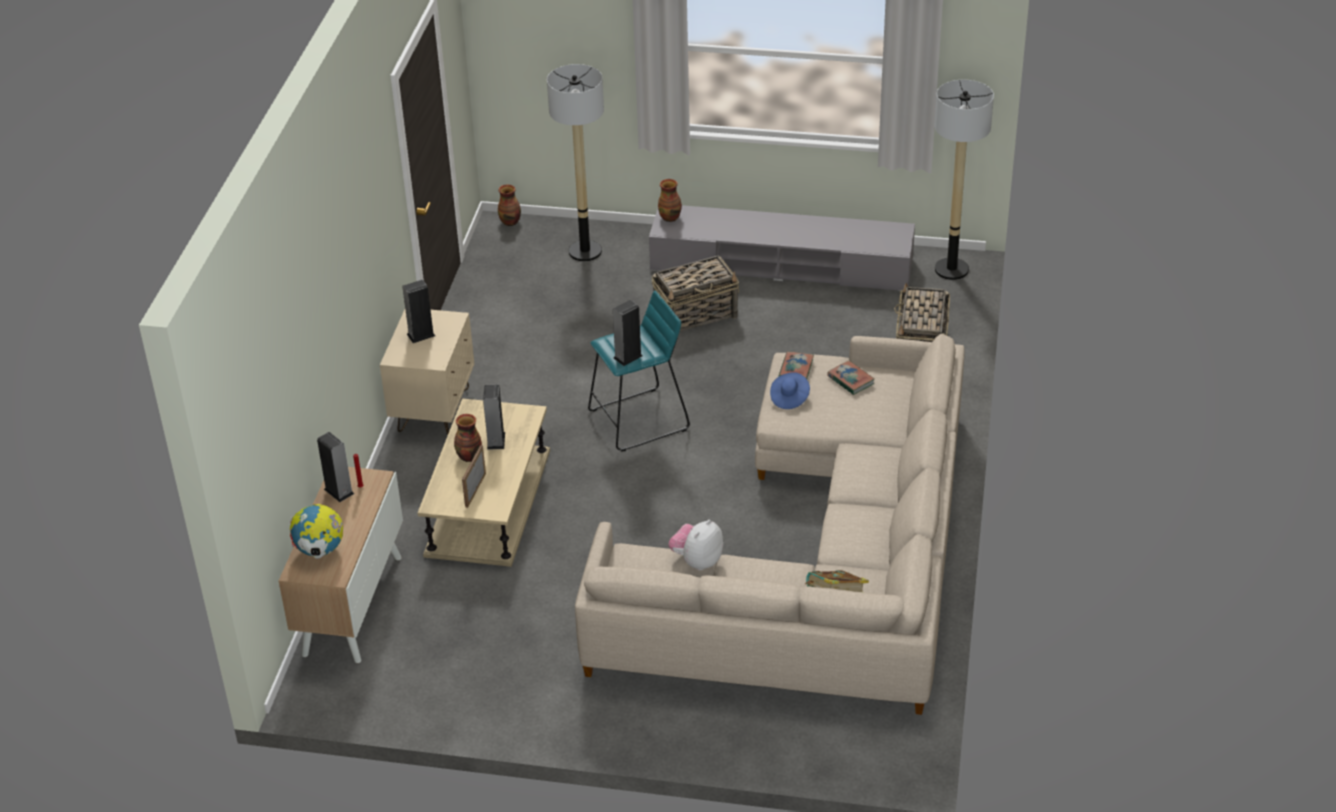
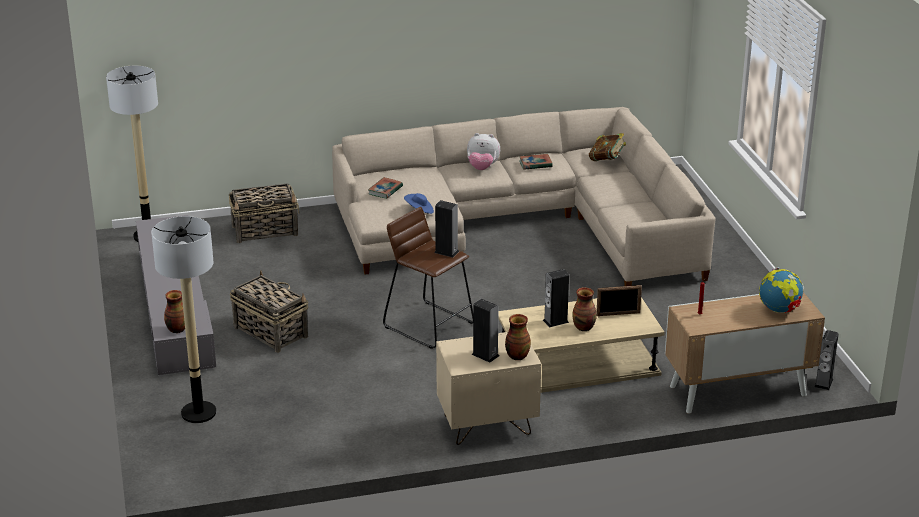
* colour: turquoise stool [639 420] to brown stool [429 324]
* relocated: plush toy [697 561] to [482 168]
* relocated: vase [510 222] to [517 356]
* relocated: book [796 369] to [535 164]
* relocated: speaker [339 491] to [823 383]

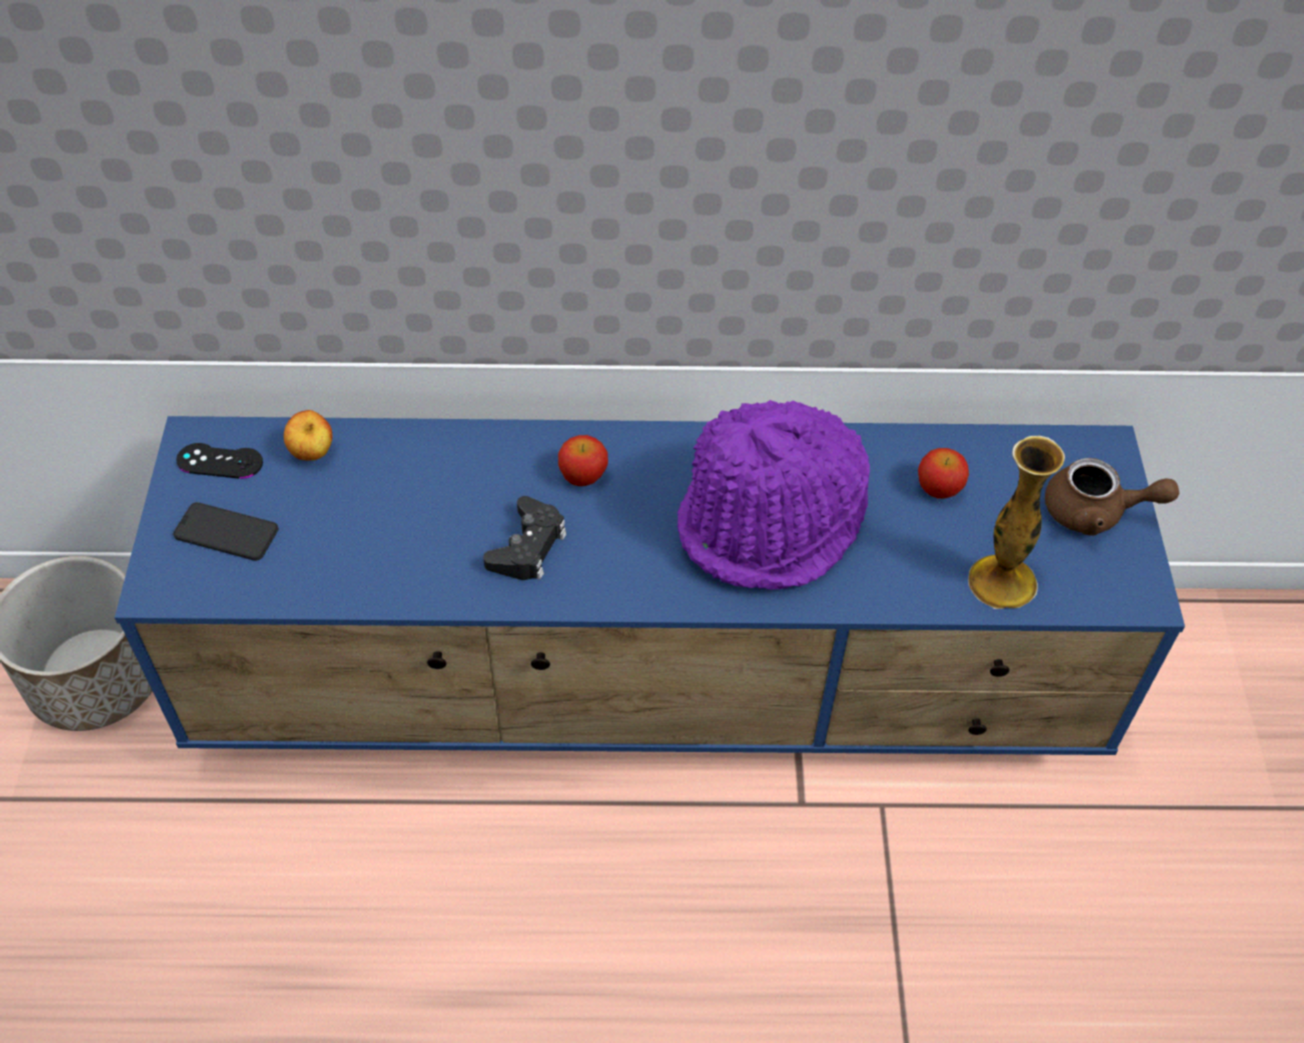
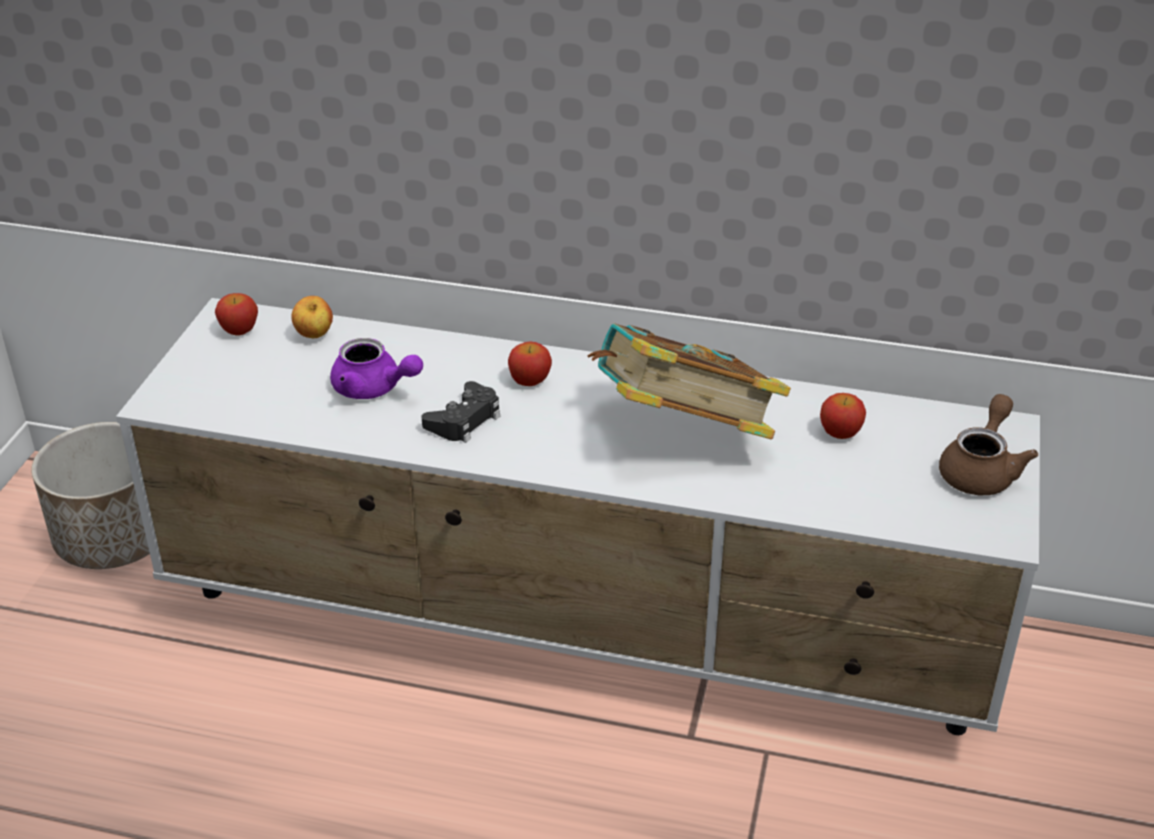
* colour: blue tv stand [653 691] to white tv stand [581 626]
* exchanged: black game controller [220 461] to apple [239 330]
* appeared: purple teapot [374 389]
* exchanged: purple hat [773 521] to book [682 434]
* spun: brown teapot [1095 513] = [981 470] 90 degrees counterclockwise
* missing: phone [226 532]
* missing: vase [1002 582]

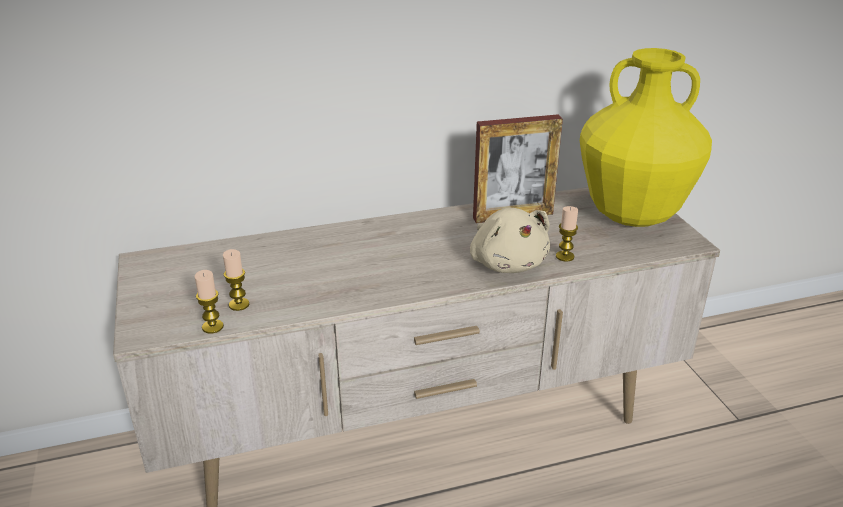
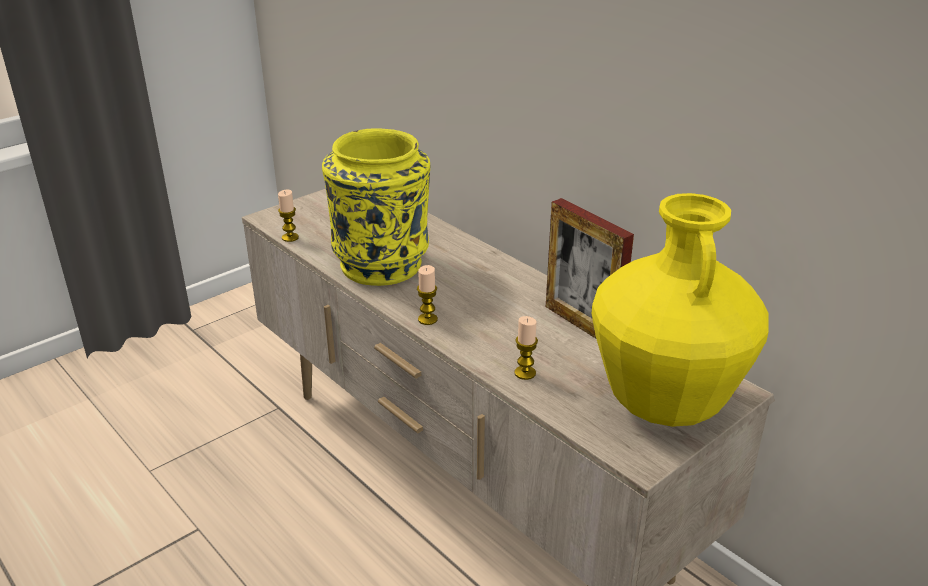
* appeared: yellow vase [381 264]
* relocated: candle [239 304] to [427 319]
* missing: beige plush toy [507 263]

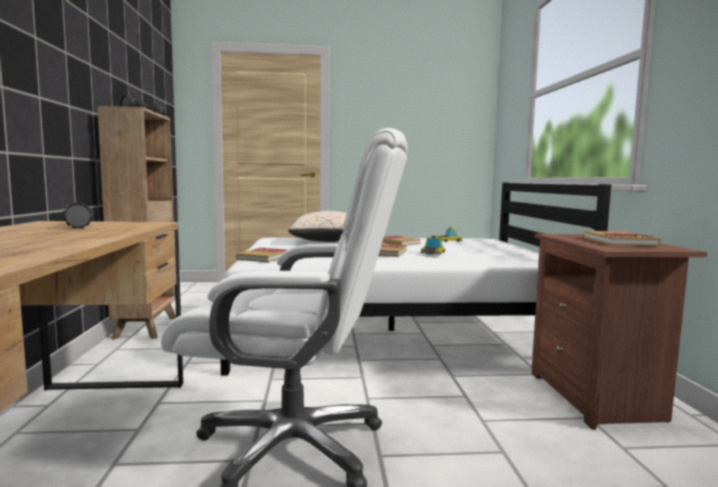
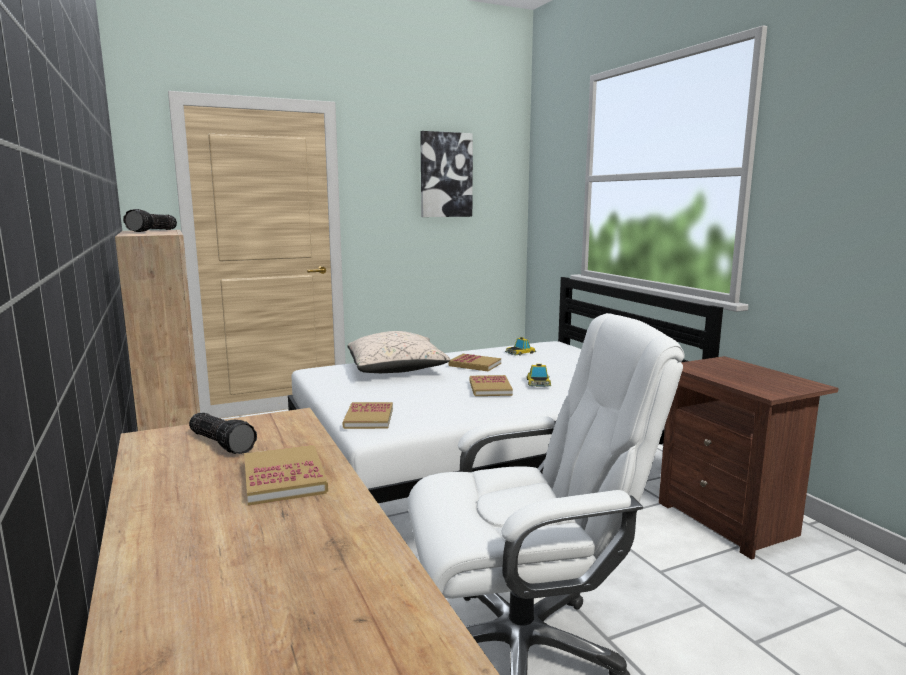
* relocated: book [619 242] to [284 478]
* appeared: picture [445 175]

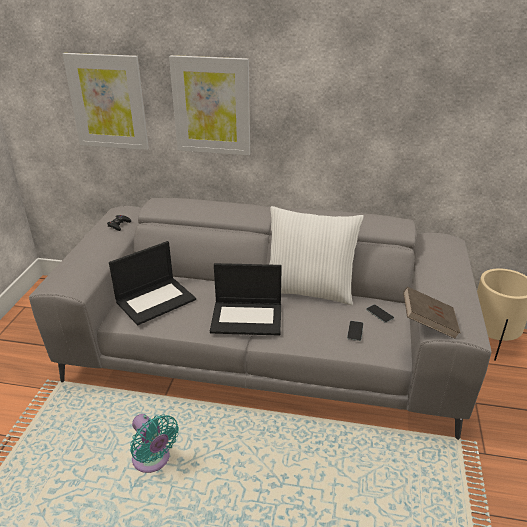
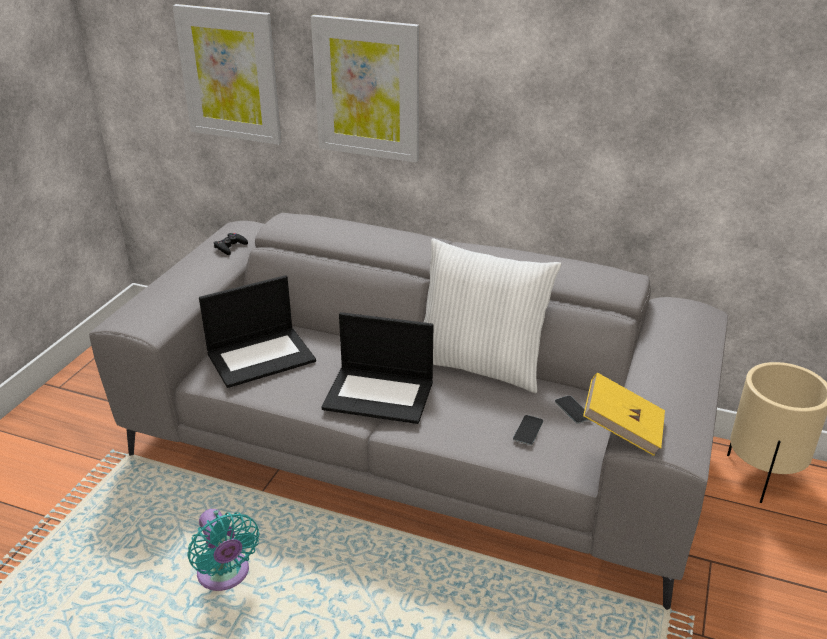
* colour: brown book [428 323] to yellow book [622 429]

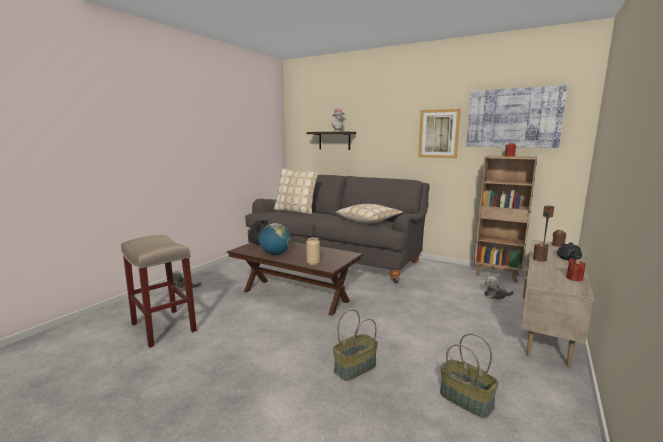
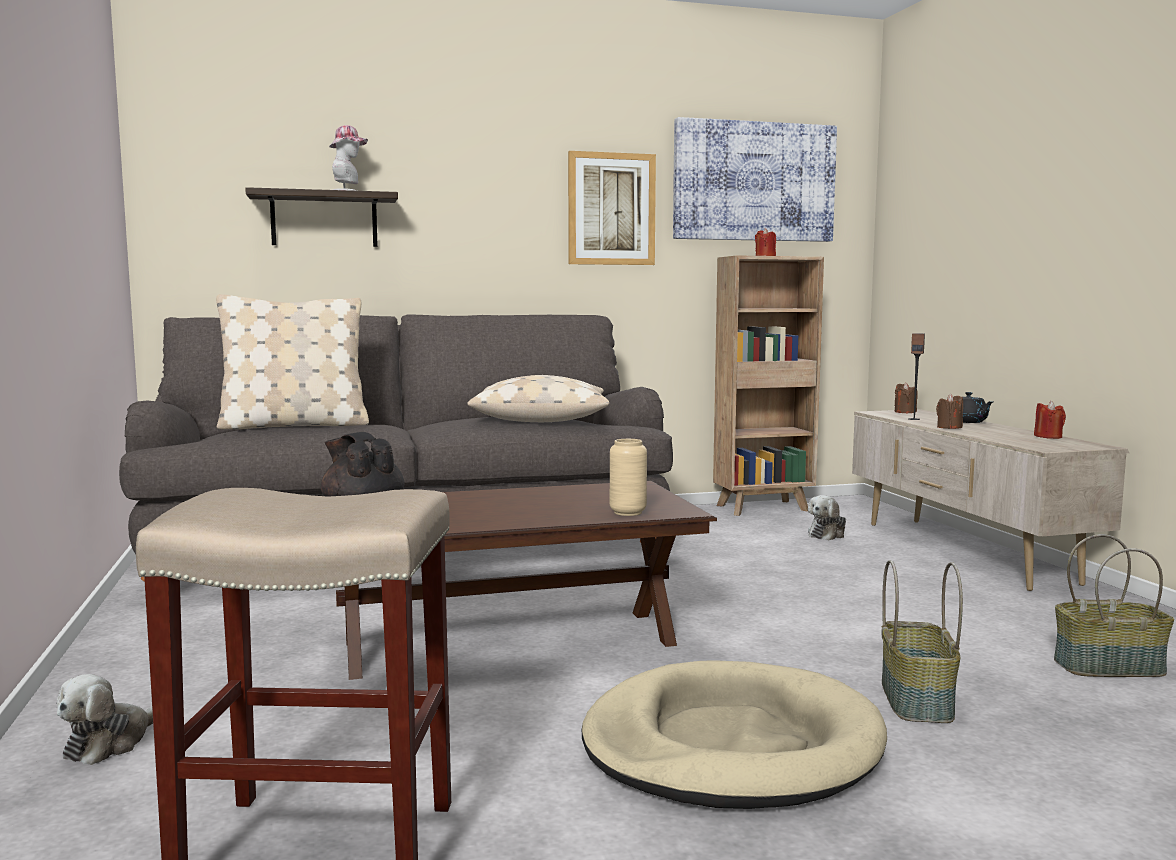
* appeared: beige dog bed [731 745]
* missing: globe [275 254]

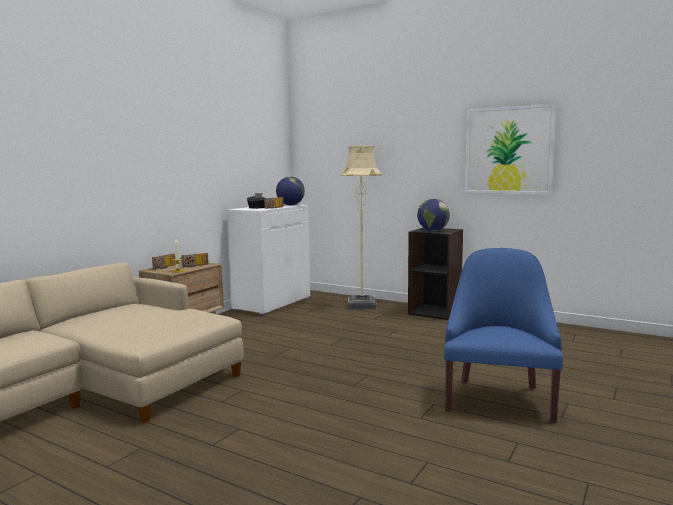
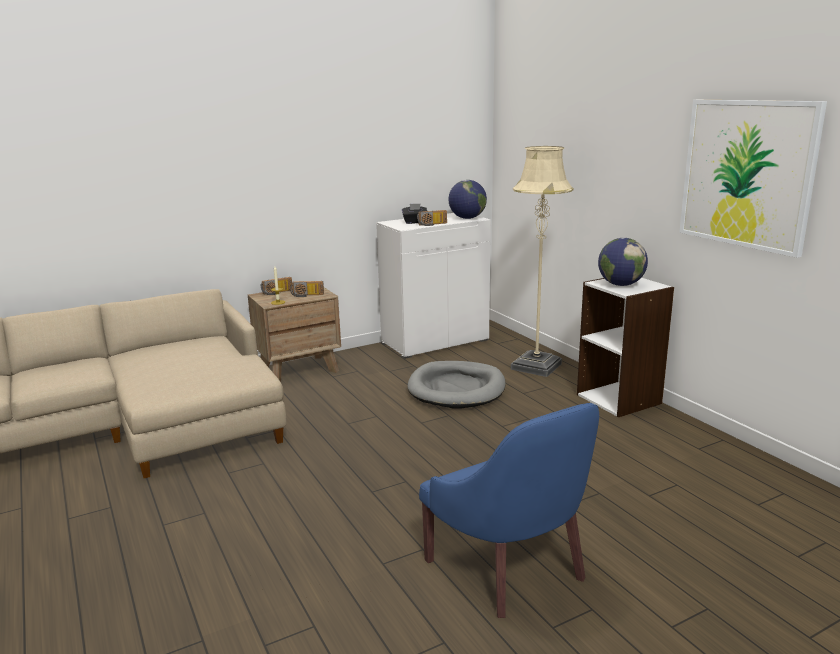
* appeared: grey dog bed [457 389]
* spun: blue armchair [498 398] = [511 568] 105 degrees clockwise
* colour: black bookcase [435 312] to white bookcase [619 399]

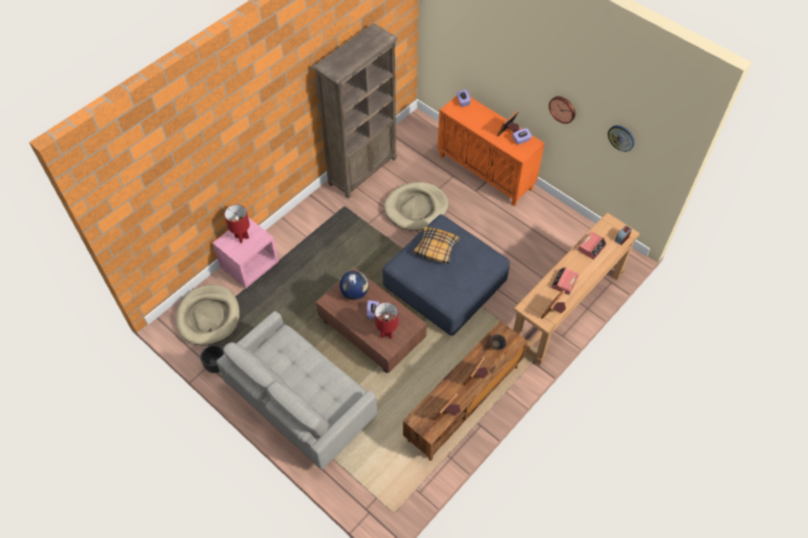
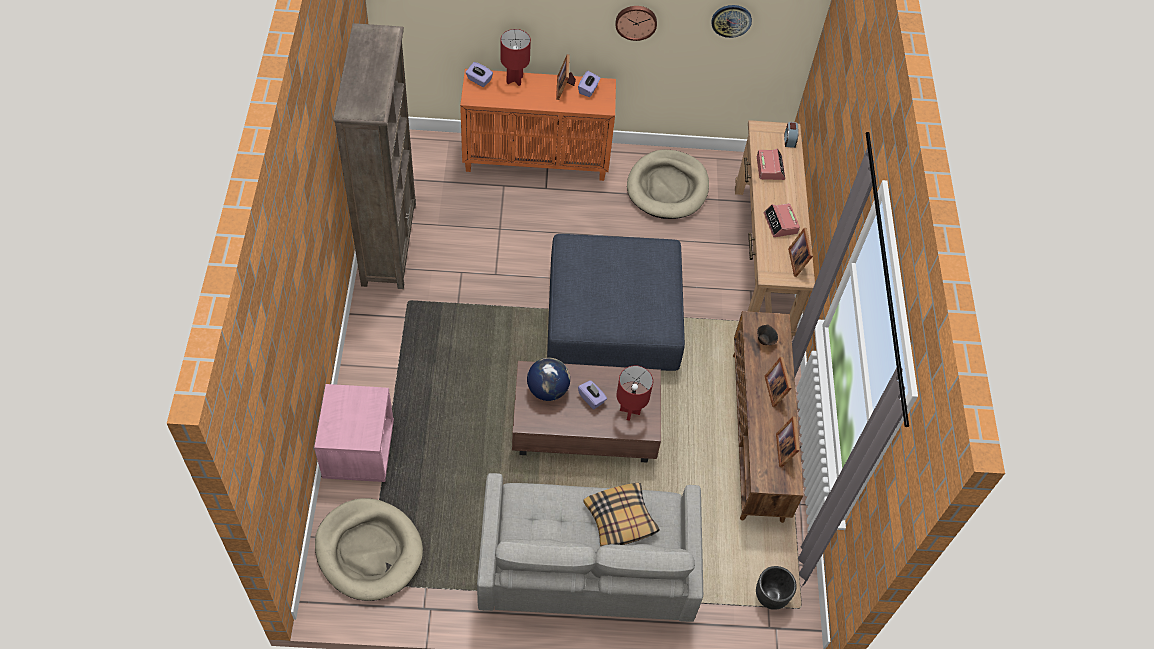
* relocated: red table lamp [241 237] to [514 80]
* relocated: pillow [436 248] to [620 520]
* relocated: beige dog bed [416 208] to [667 187]
* relocated: black planter [216 366] to [770 597]

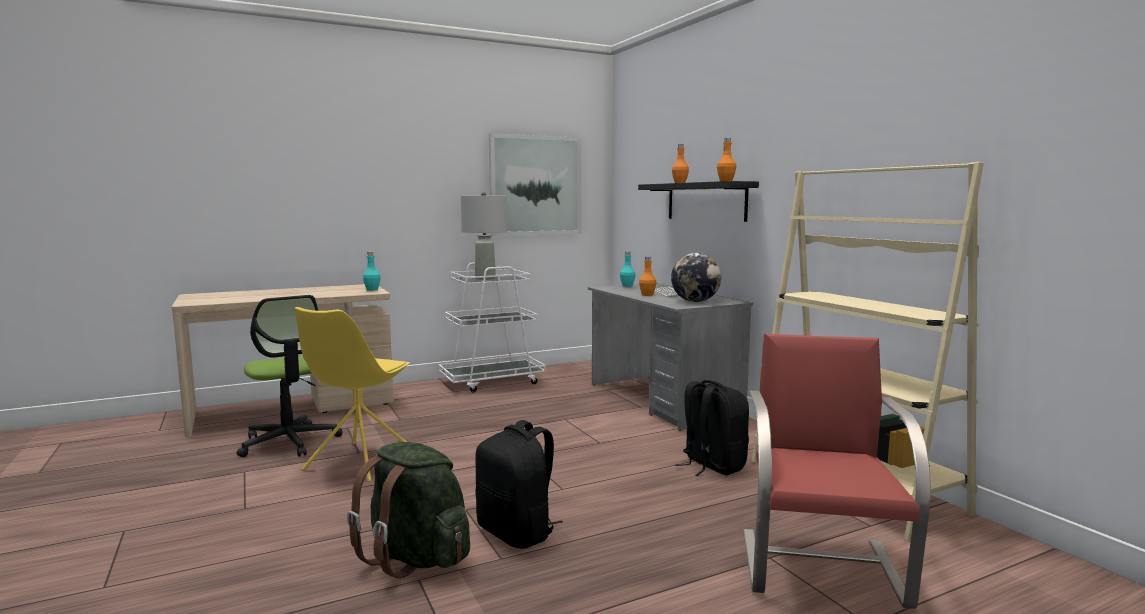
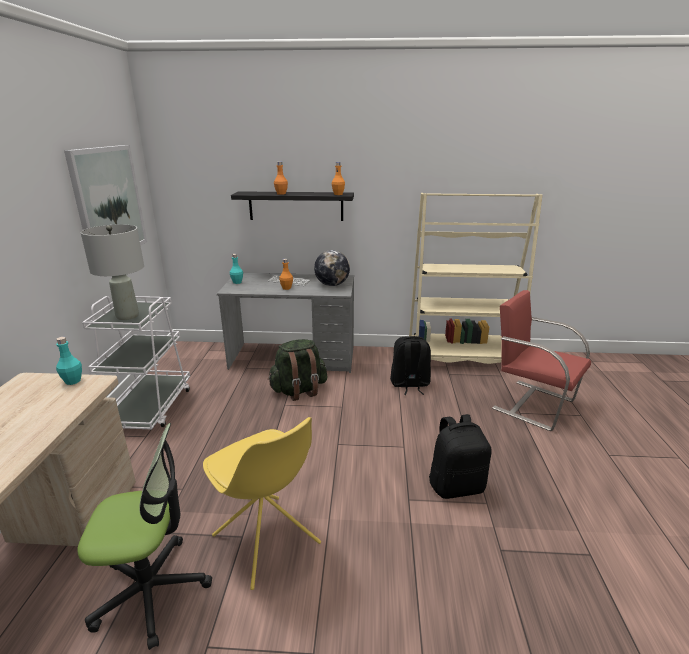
* relocated: green backpack [416 557] to [299 390]

